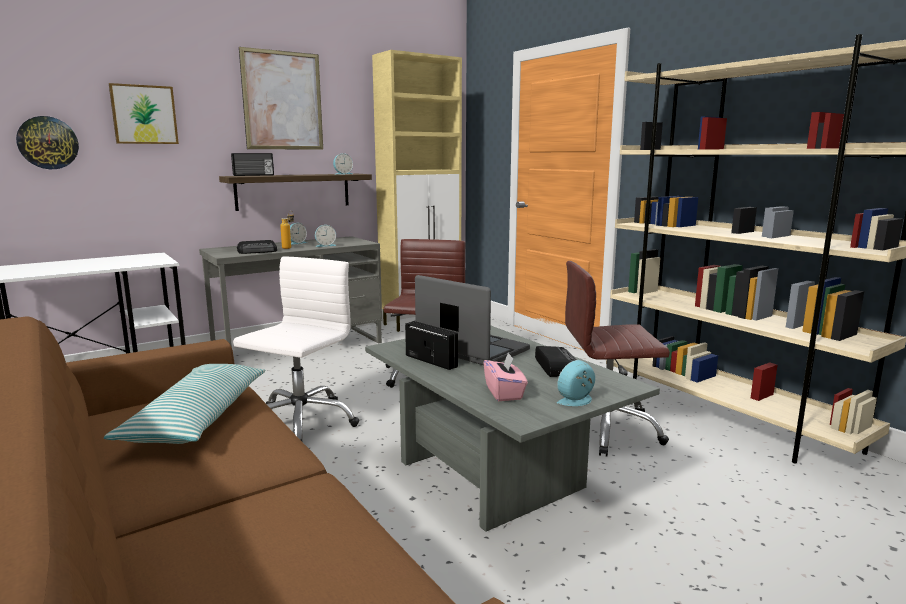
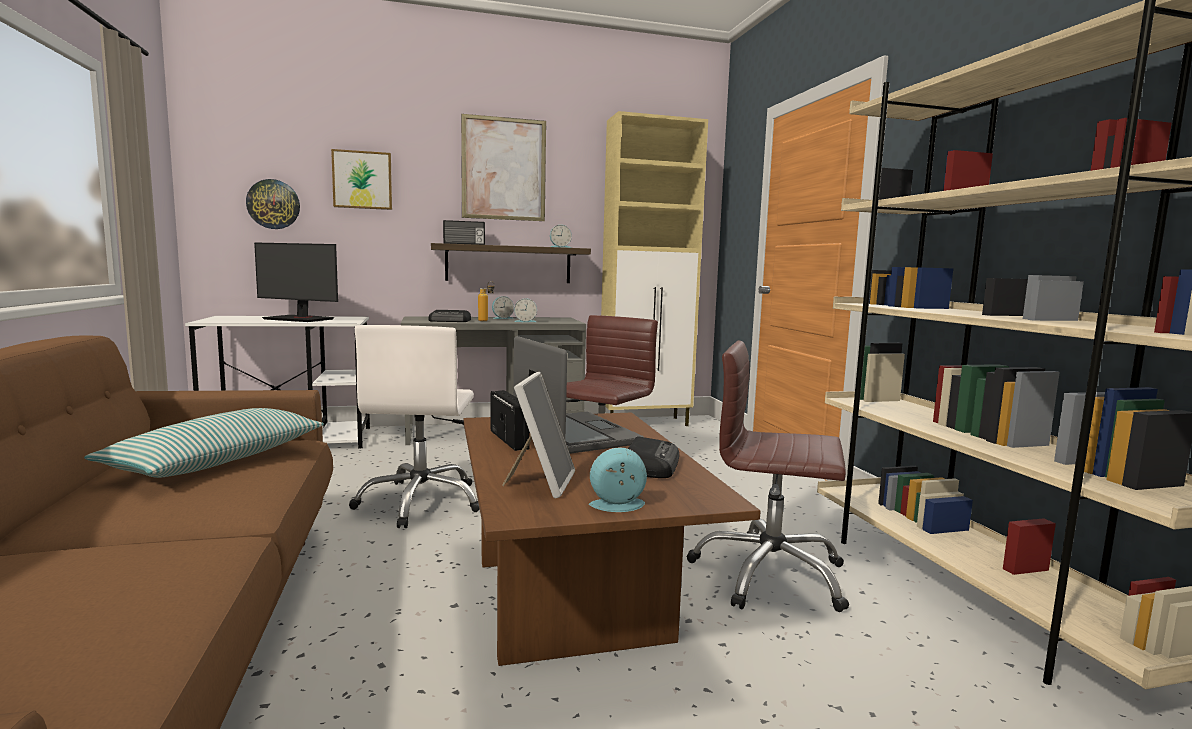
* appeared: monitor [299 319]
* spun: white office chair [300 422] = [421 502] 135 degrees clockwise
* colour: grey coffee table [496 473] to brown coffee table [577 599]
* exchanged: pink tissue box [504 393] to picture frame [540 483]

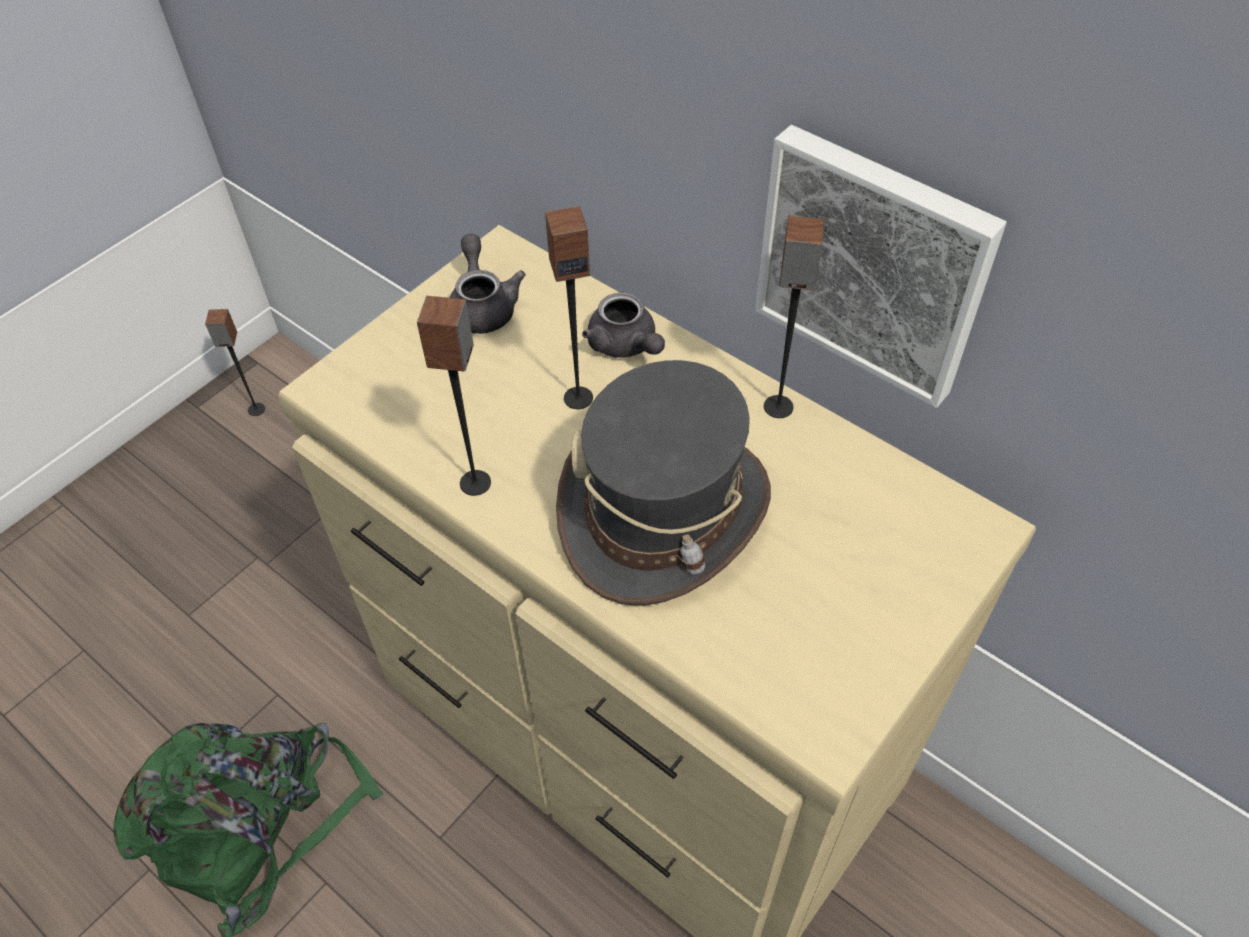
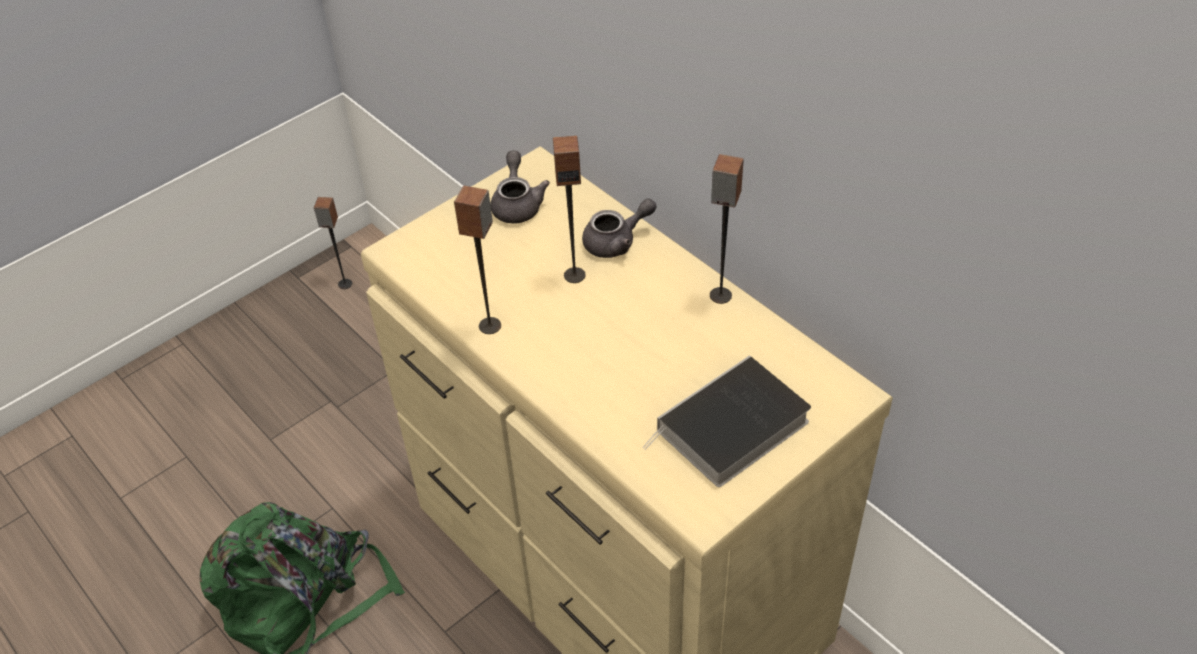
* spun: grey teapot [625 346] = [617 242] 90 degrees counterclockwise
* appeared: book [731 429]
* missing: grey hat [664 512]
* missing: picture [873 263]

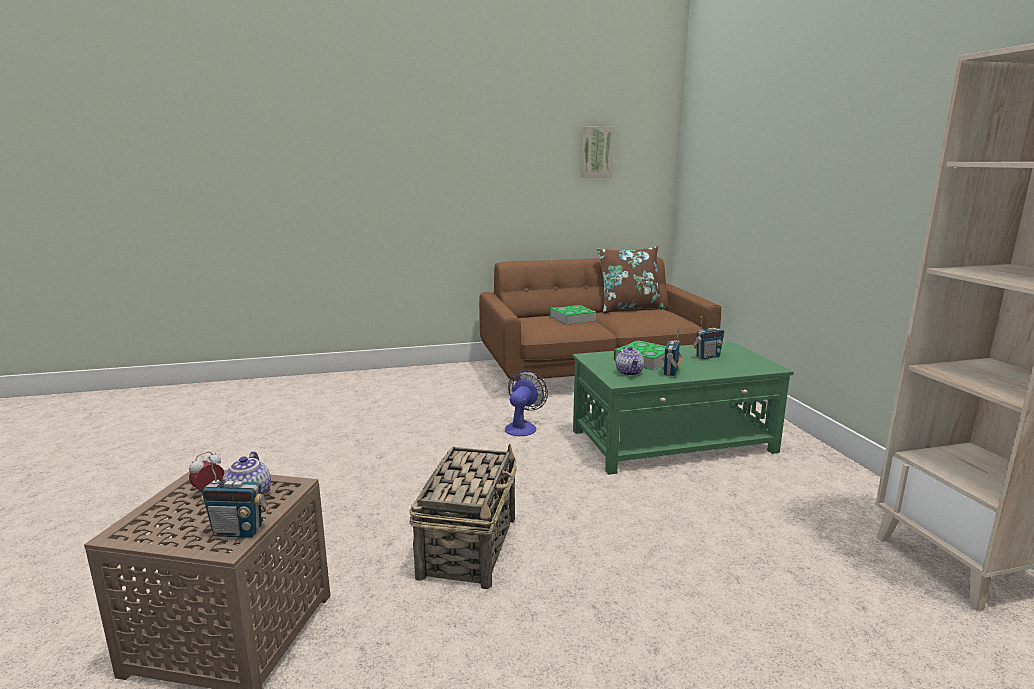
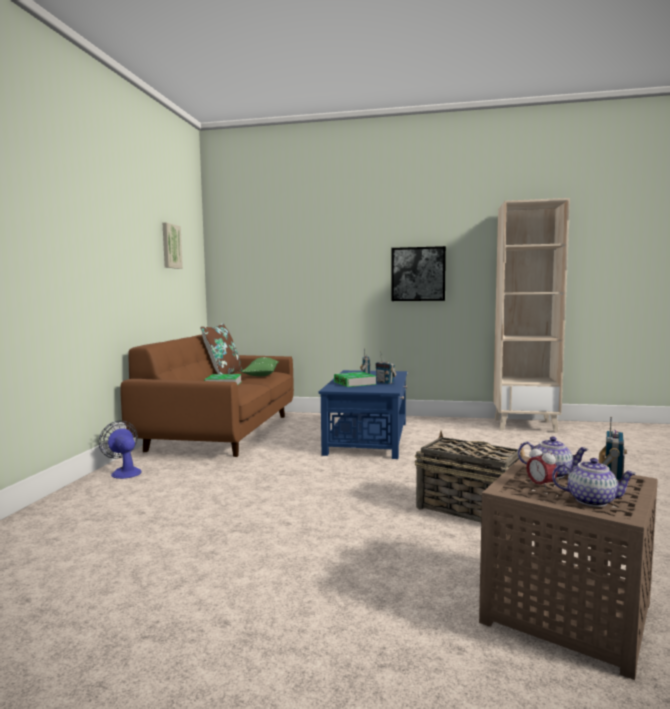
* relocated: fan [522 427] to [124 472]
* appeared: green pillow [261 374]
* colour: green coffee table [673 441] to blue coffee table [368 437]
* appeared: picture [418 274]
* relocated: teapot [630 373] to [592 500]

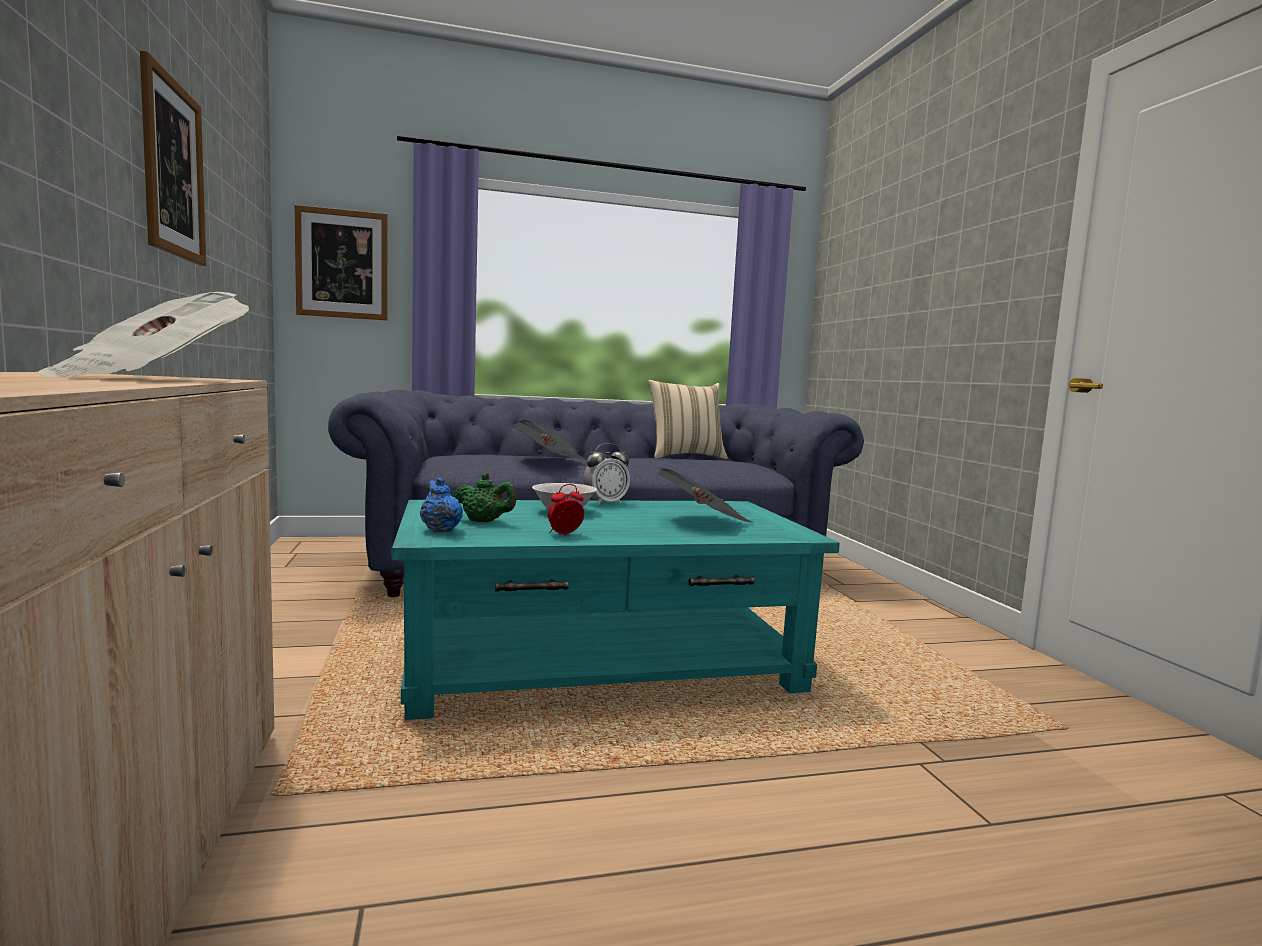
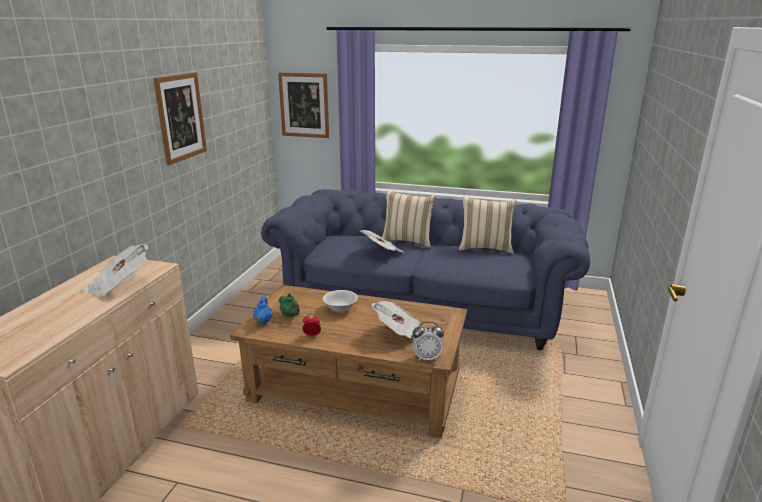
* colour: turquoise coffee table [602 664] to brown coffee table [356 389]
* appeared: beige pillow [407 241]
* relocated: alarm clock [605 503] to [427 357]

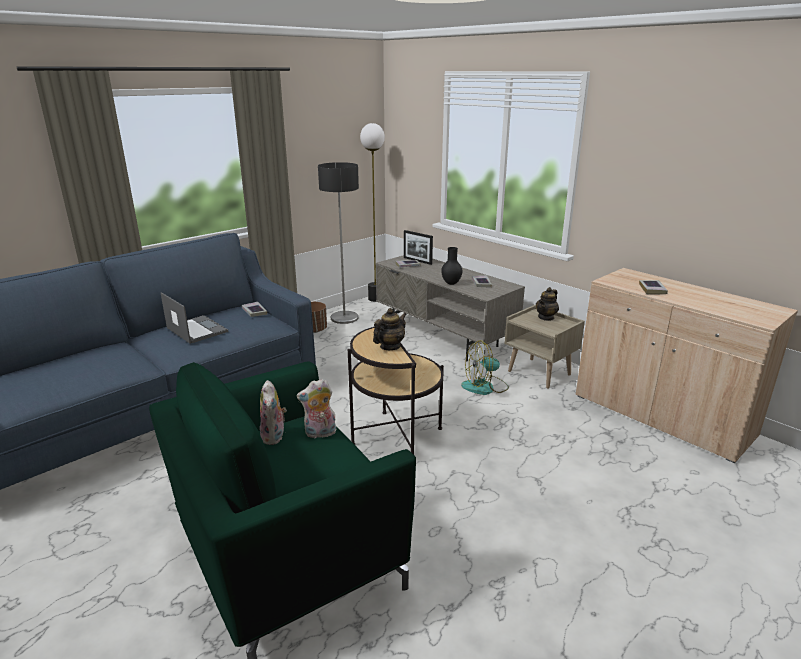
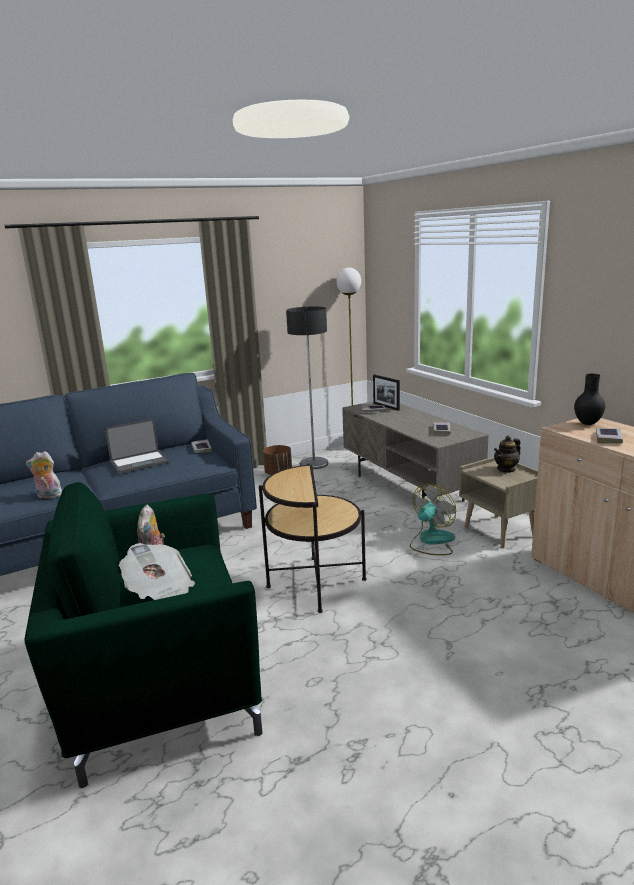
* relocated: plush toy [320 434] to [48 496]
* spun: laptop [196 329] = [140 462] 90 degrees clockwise
* appeared: newspaper [160 591]
* spun: fan [485 387] = [431 541] 135 degrees clockwise
* relocated: black vase [451 283] to [587 423]
* missing: teapot [390 346]

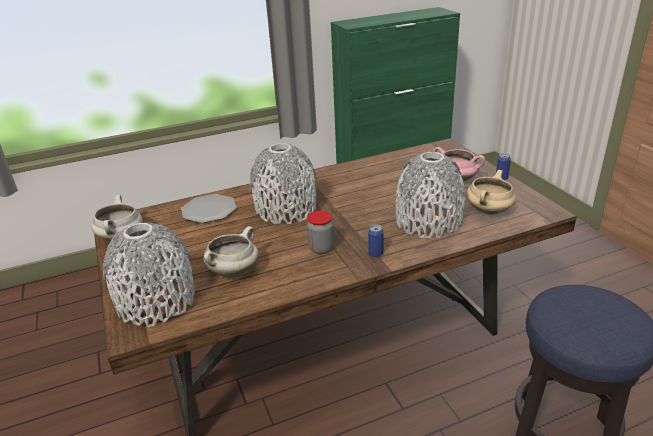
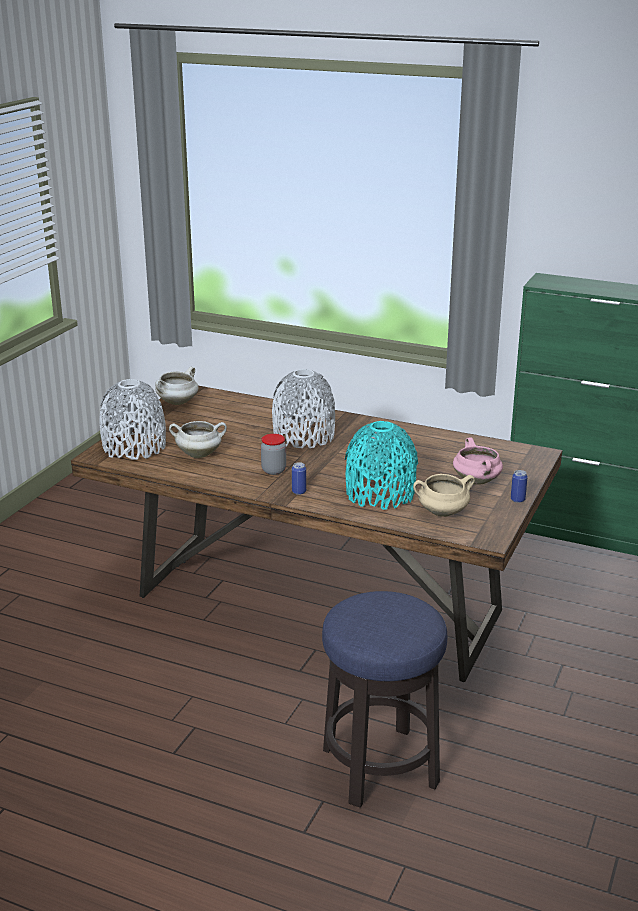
* colour: grey vase [428 221] to turquoise vase [380 494]
* missing: plate [209 210]

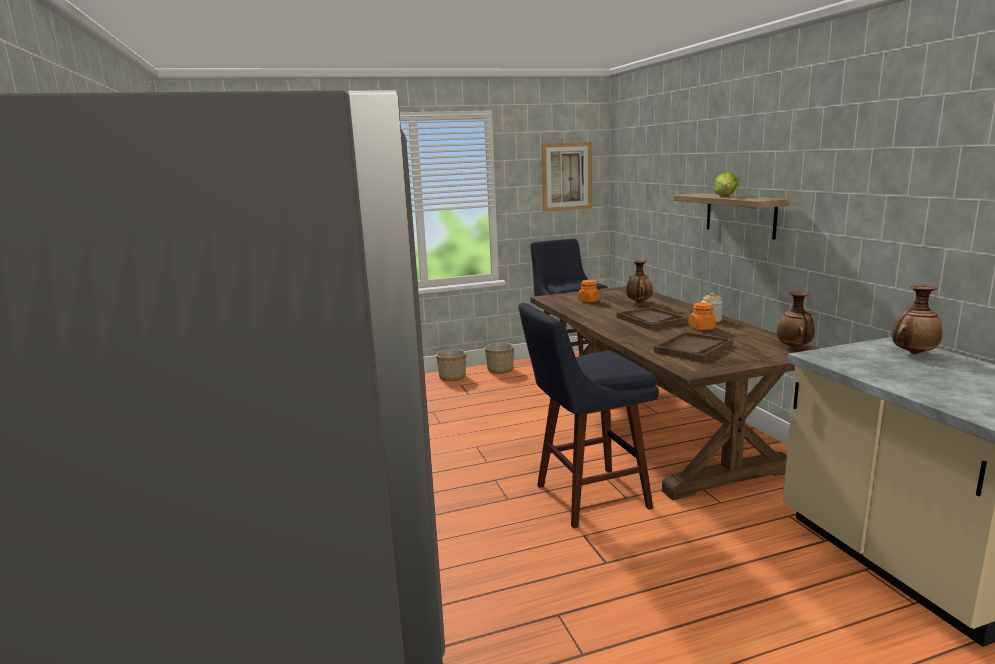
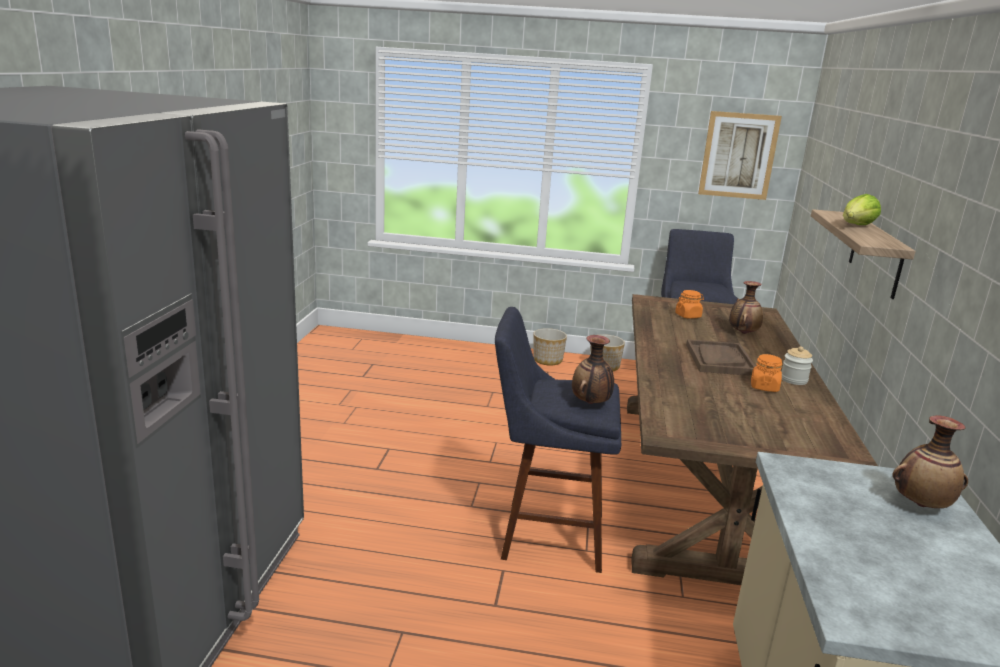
* relocated: vase [794 347] to [591 403]
* missing: brown tray [693 349]

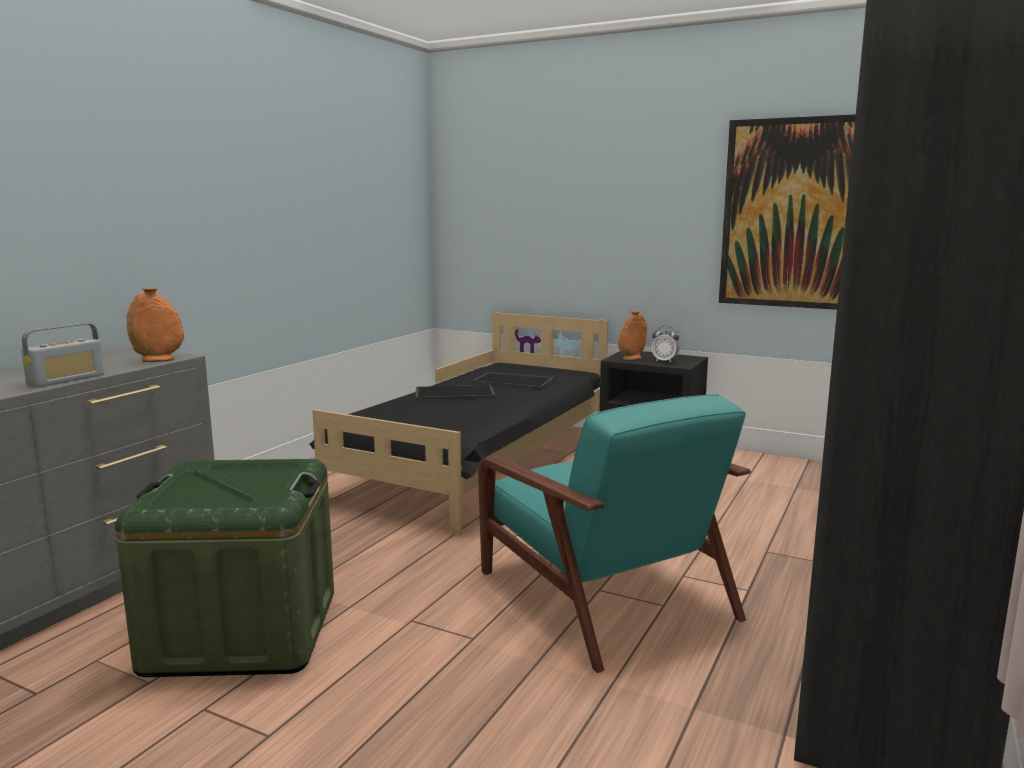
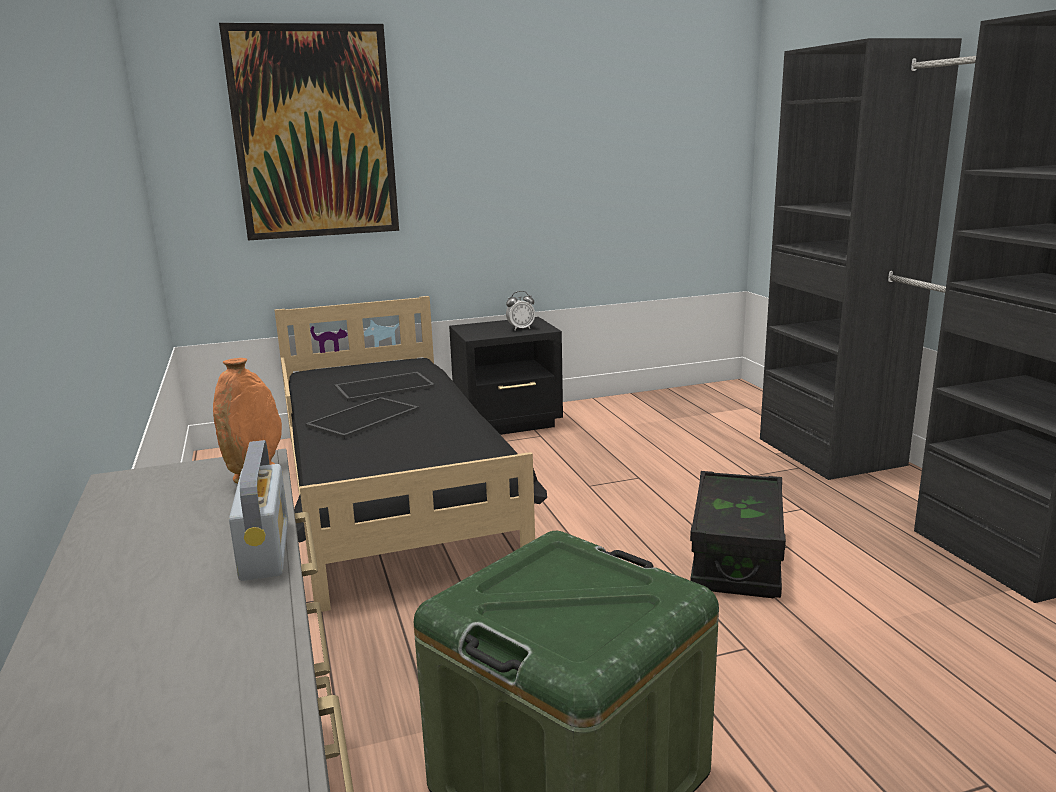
* relocated: picture [796 214] to [314 133]
* exchanged: turquoise armchair [602 592] to black storage box [736 559]
* missing: orange vase [632 358]

